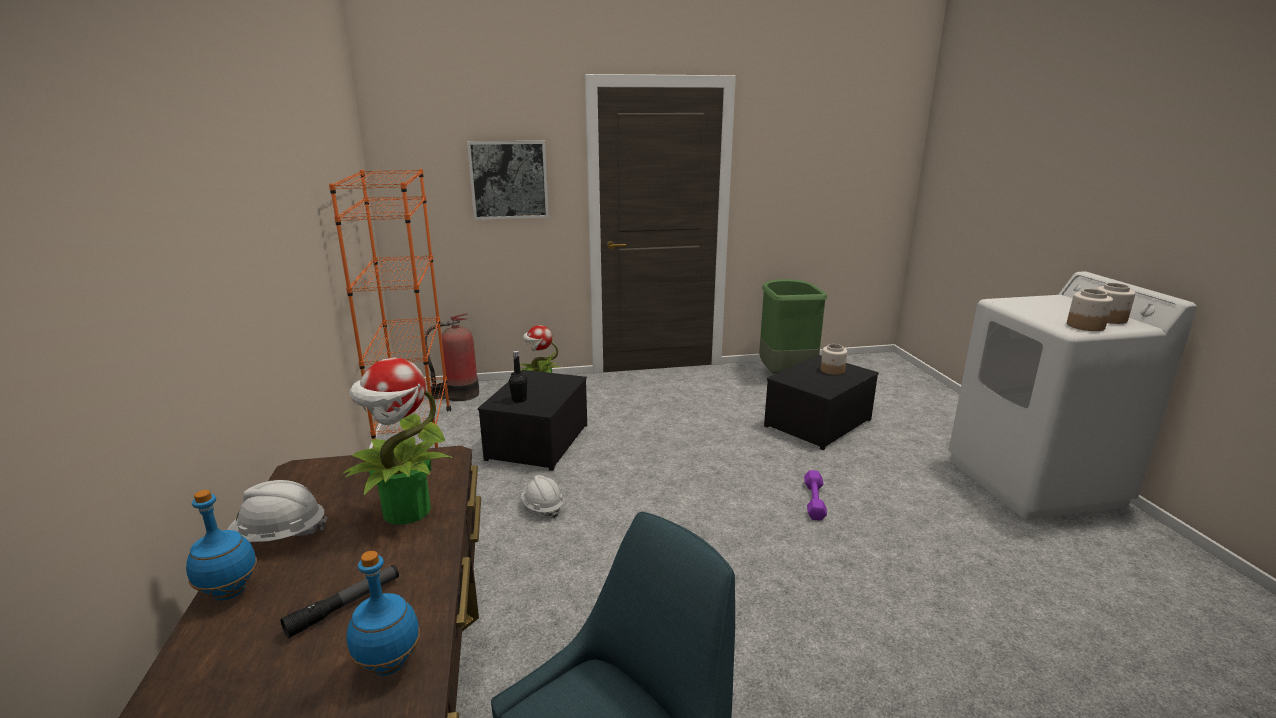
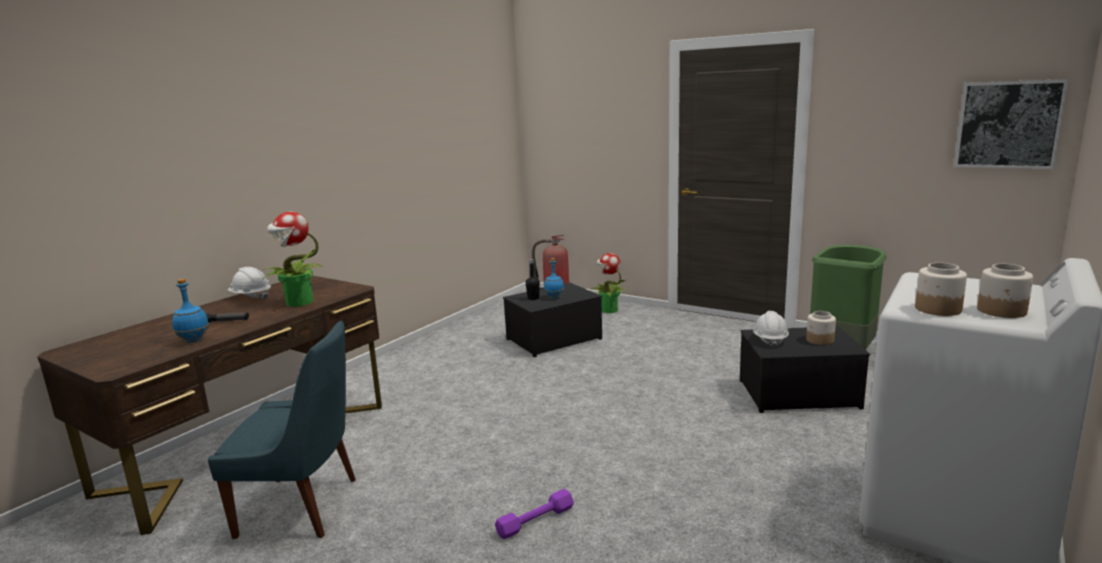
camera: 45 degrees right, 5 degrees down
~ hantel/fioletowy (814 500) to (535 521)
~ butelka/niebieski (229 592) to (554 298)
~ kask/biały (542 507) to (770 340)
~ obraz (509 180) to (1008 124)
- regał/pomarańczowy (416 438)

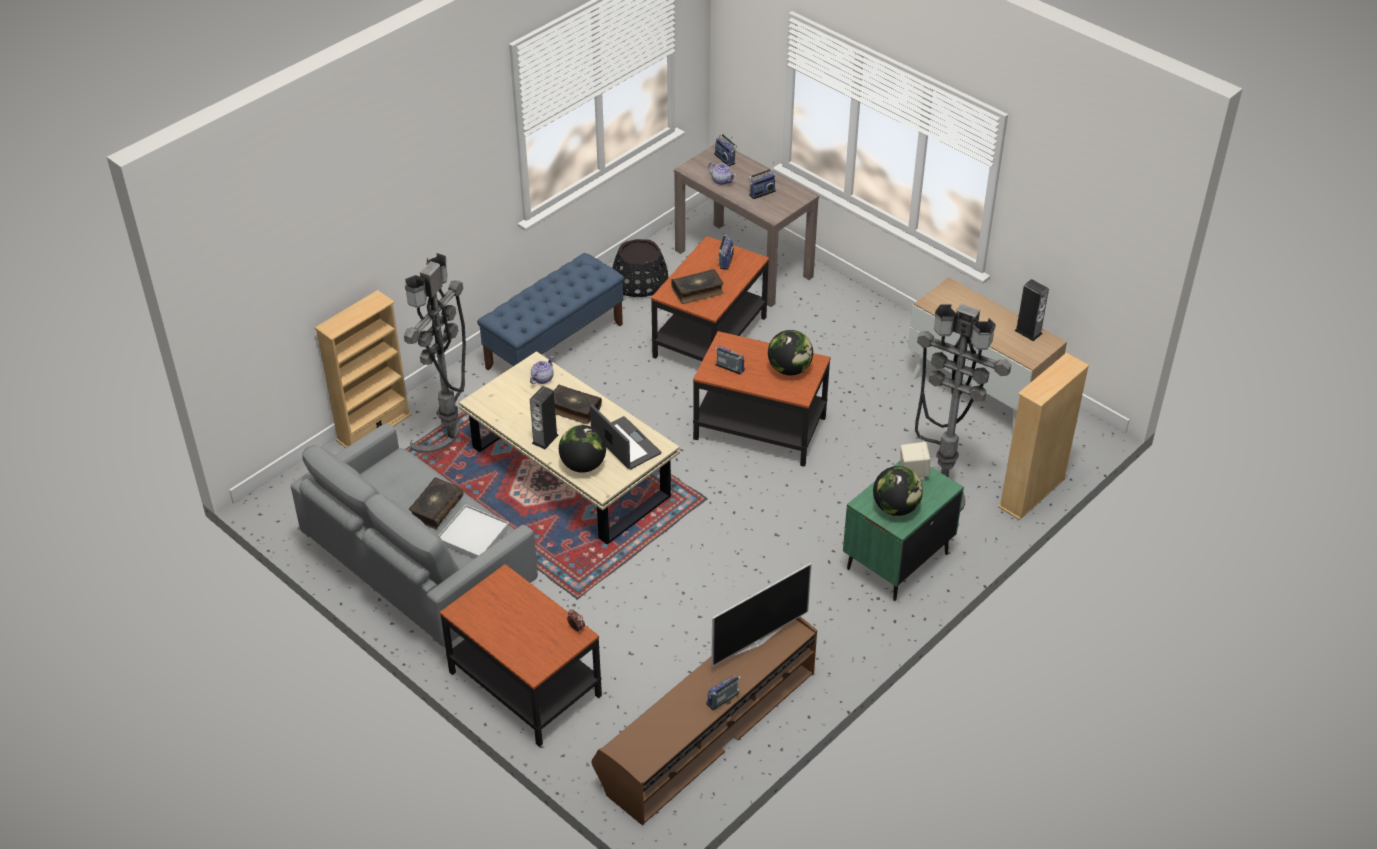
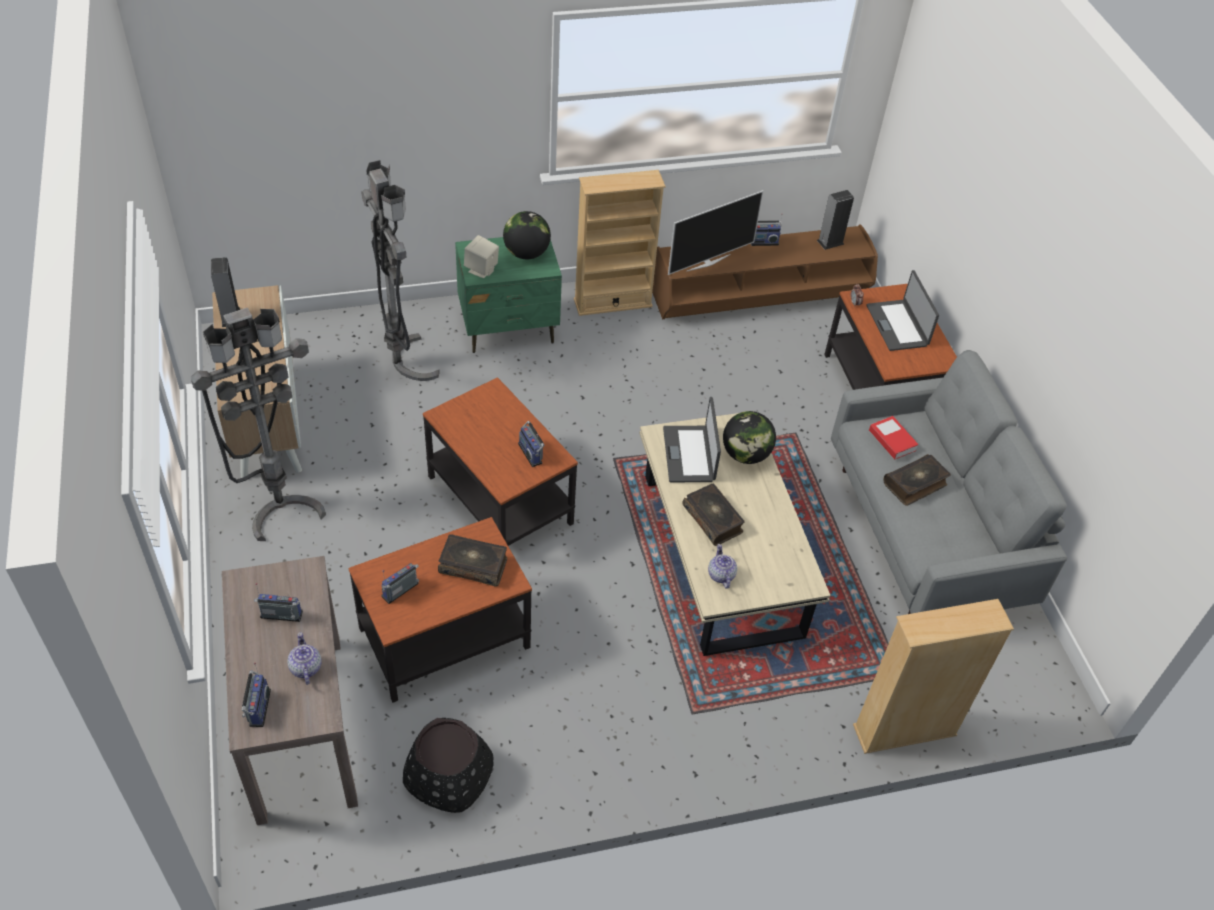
camera: 150 degrees left, 5 degrees up
~ lampa stojąca/szary (447 438) to (281 507)
~ regał/beżowy (1032 493) to (612 303)
~ telewizor (756 641) = (707 262) 150 degrees clockwise
~ imbryk (542 378) = (720 575) 105 degrees clockwise
~ głośnik (545 439) to (830 242)
+ laptop (898 325)
~ taca/biały (473 535) to książka (892 440)
- ławka/niebieski (555 346)
- globus (789 369)

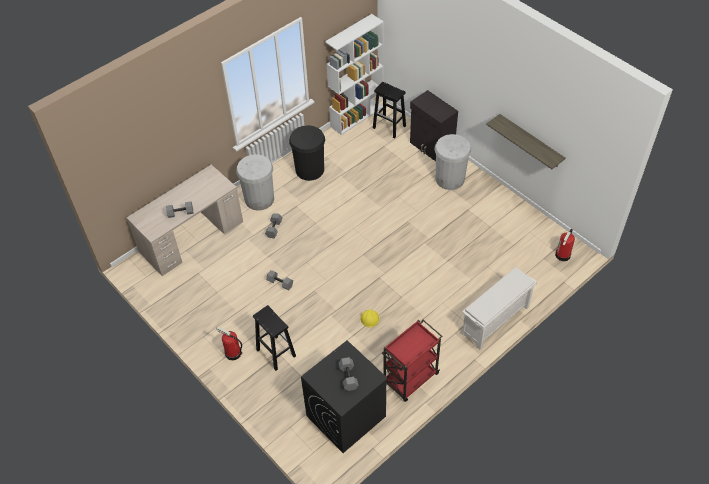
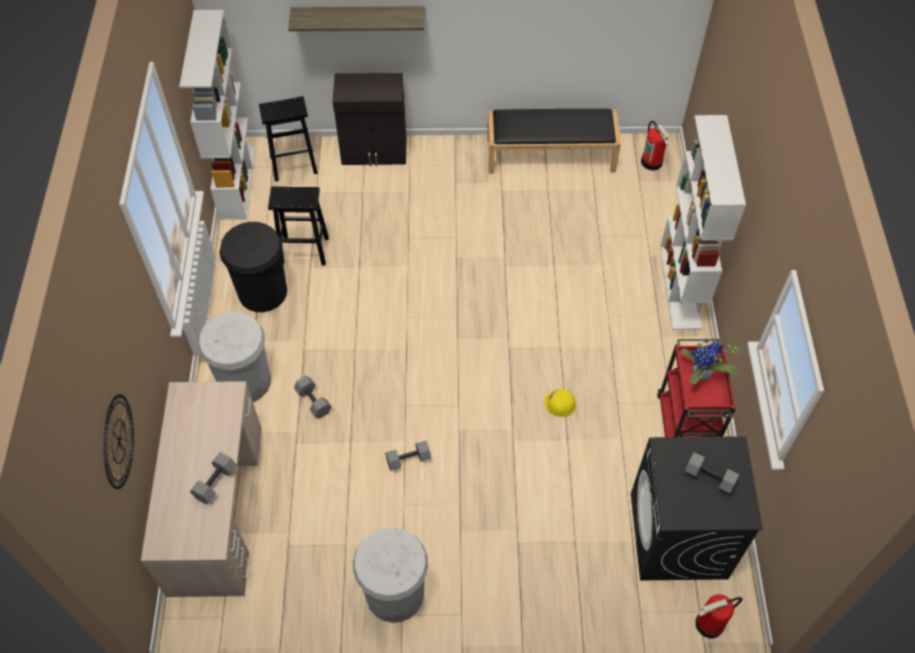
camera: 50 degrees left, 5 degrees up
+ zegar ścienny (118 441)
~ stołek/czarny (275 352) to (303 251)
~ półka (530 141) to (358 17)
~ kosz na śmieci/biały (450 179) to (395 594)
+ ławka/czarny (551 154)
~ regał na buty/biały (495 321) to regał/biały (680 287)
+ roślina doniczkowa (701 376)
~ gaśnica (233 353) to (709 624)

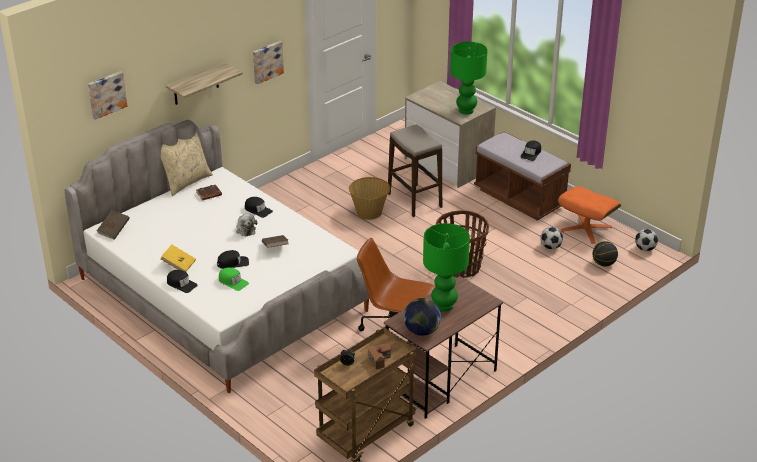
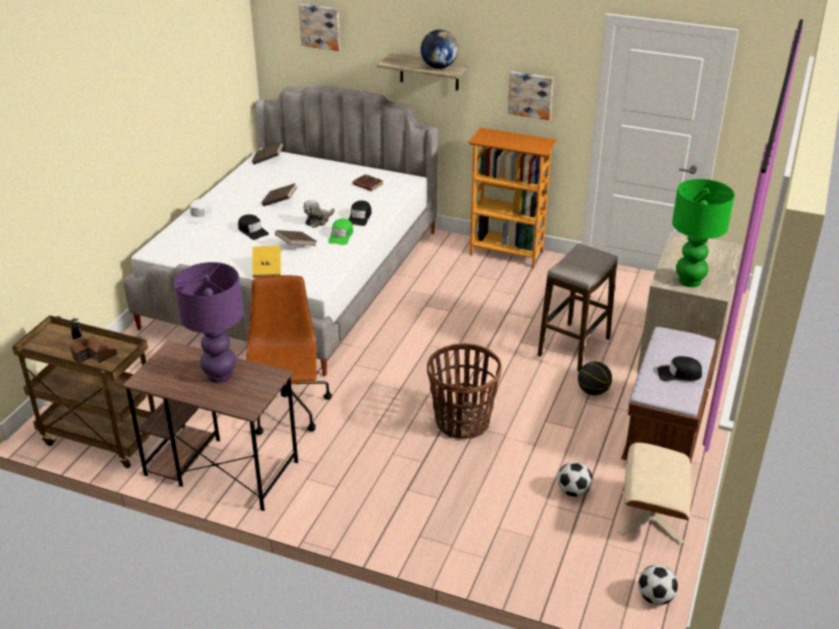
camera: 65 degrees right, 0 degrees up
~ lampa stołowa/zielony (444 306) to lampa stołowa/fioletowy (219 375)
~ czapka z daszkiem/czarny (181 284) to czapka z daszkiem/biały (199 215)
~ książka/żółty (179 265) to (267 269)
+ książka/brązowy (280 202)
~ czapka z daszkiem/zielony (233 282) to (341 236)
~ globus (422 331) to (439 67)
+ regał (507 253)
~ piłka do koszykówki (604 264) to (593 391)
~ pufa/pomarańczowy (586 229) to pufa/beżowy (651 517)
- poduszka/beżowy (186 182)
- koszyk (369 212)

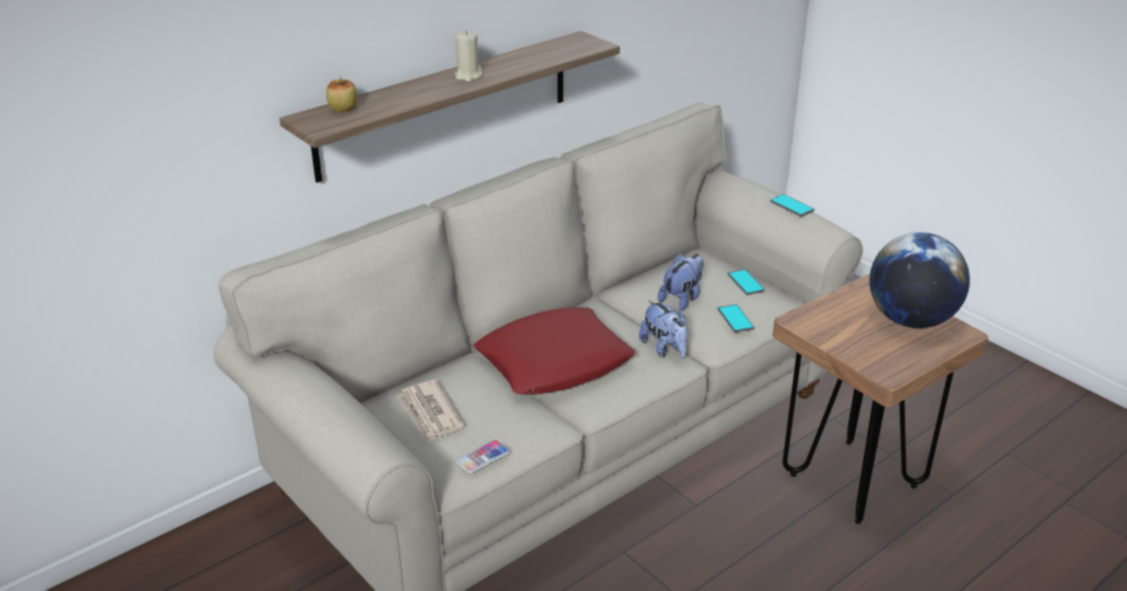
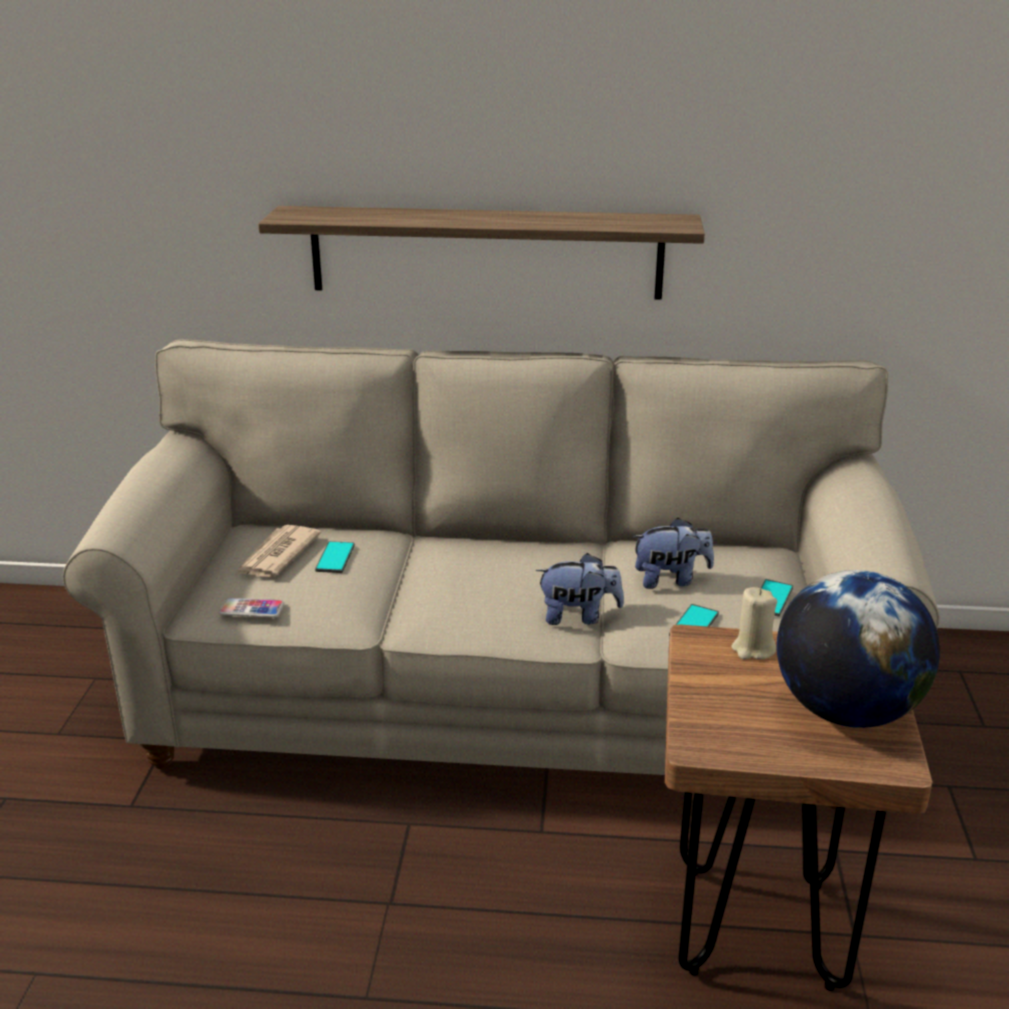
camera: 45 degrees right, 5 degrees down
~ telefon (792 206) to (335 558)
~ pluszak (664 349) = (579 616) 105 degrees counterclockwise
~ świeca/beżowy (468 76) to (753 649)
- jabłko (343 108)
- poduszka/czerwony (554 362)

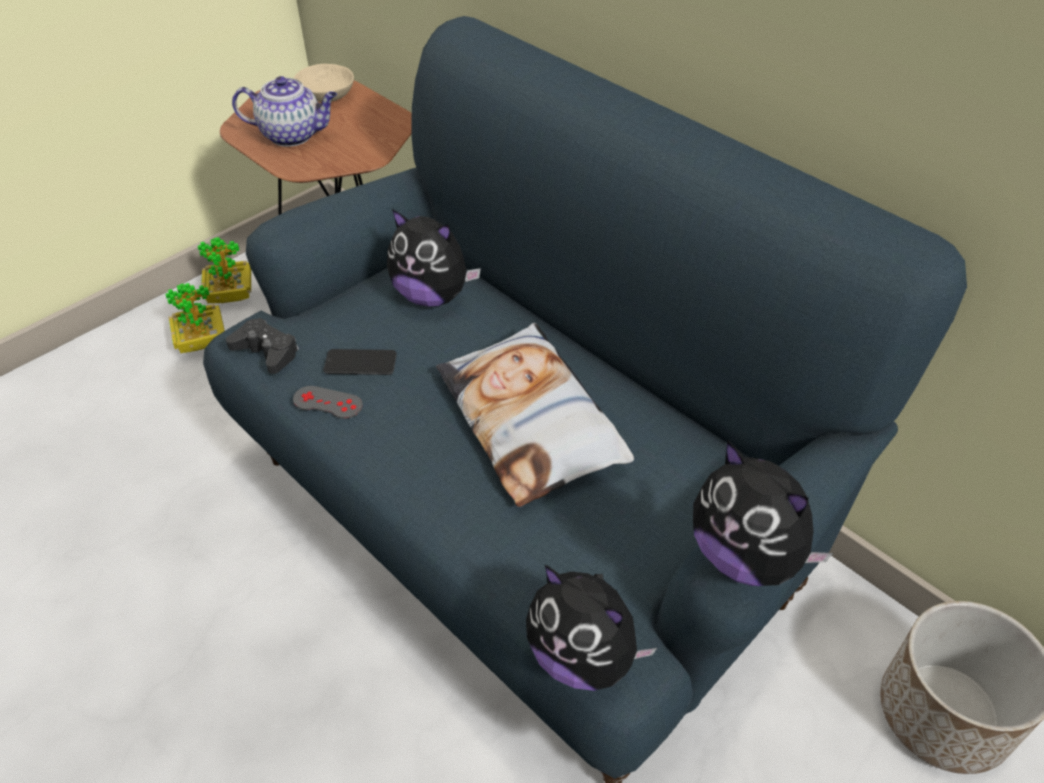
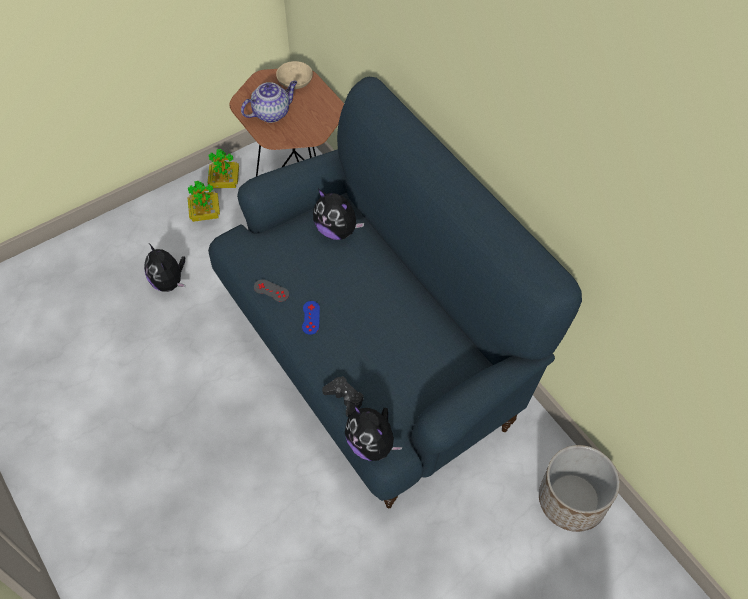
camera: 10 degrees right, 10 degrees up
~ pluszak (746 557) to (169 282)
~ imbryk (293 135) = (272 113) 45 degrees counterclockwise
+ pad do gier/niebieski (311 317)
~ pad do gier/czarny (266 352) to (344 398)
- telefon (360 363)
- poduszka (531 421)

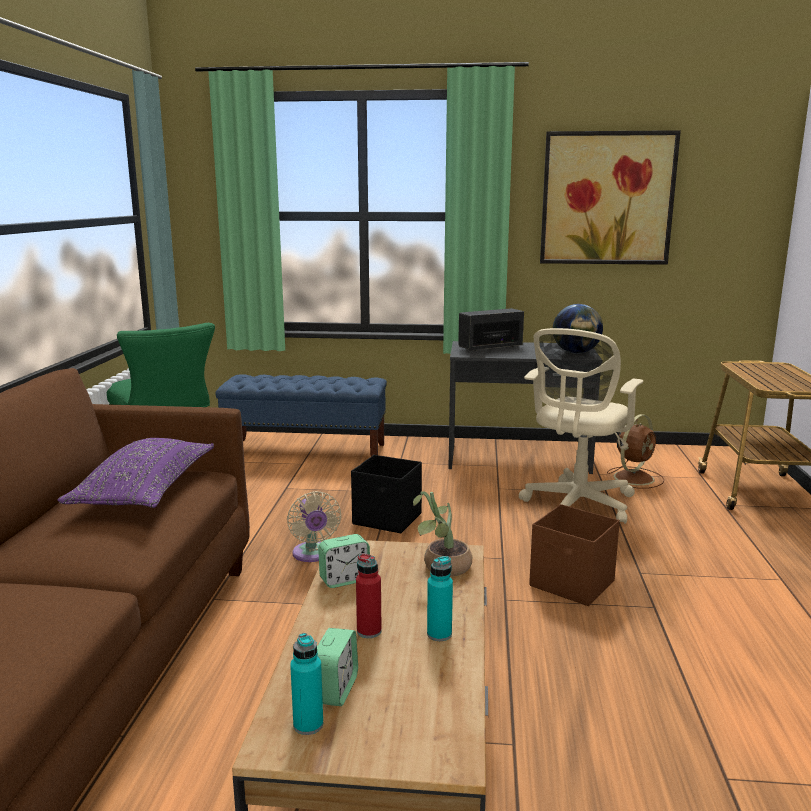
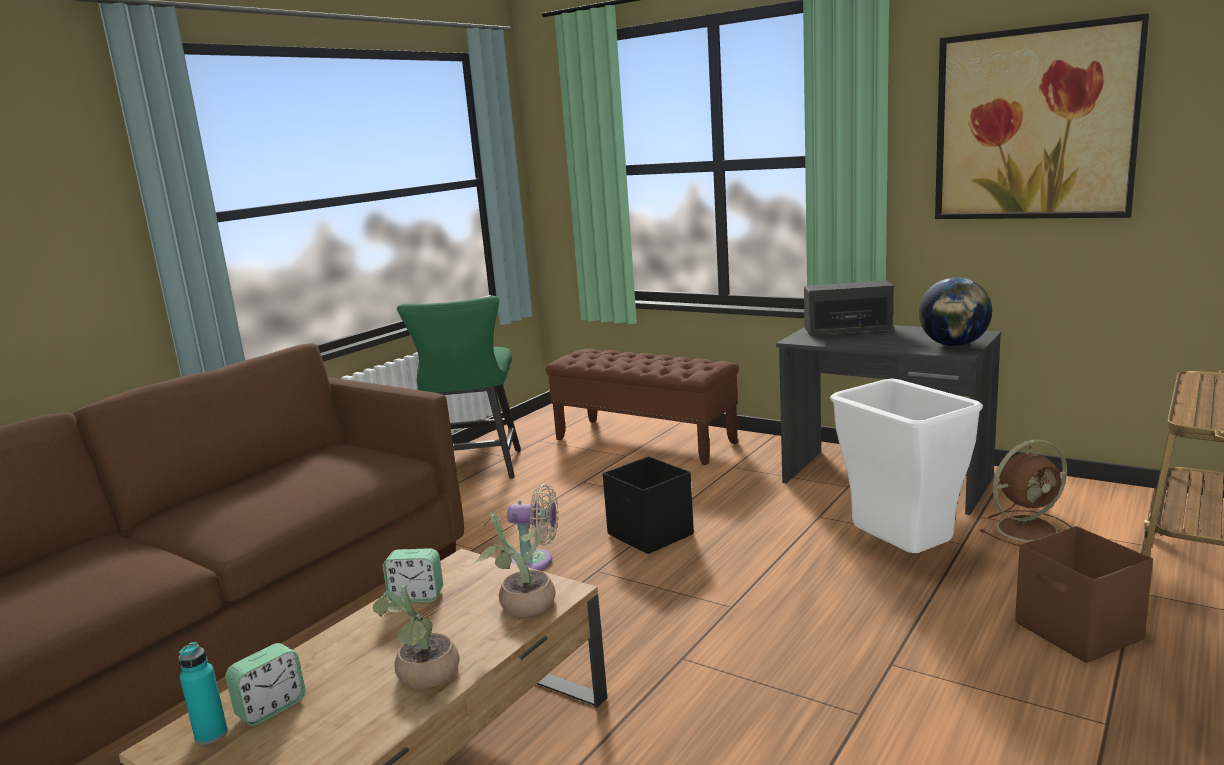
camera: 30 degrees right, 0 degrees up
~ butelka/turkusowy (439 634) to roślina doniczkowa (424 677)
~ wentylator/beżowy (313 555) = (536 562) 90 degrees counterclockwise
~ ławka/niebieski (306 451) to ławka/brązowy (645 441)
~ krzesło biurowe/beżowy (576 506) to kosz na śmieci/biały (899 556)
~ pojemnik do przechowywania/brązowy (572 584) to (1078 632)
- poduszka/fioletowy (146 491)
- butelka/czerwony (369 631)

